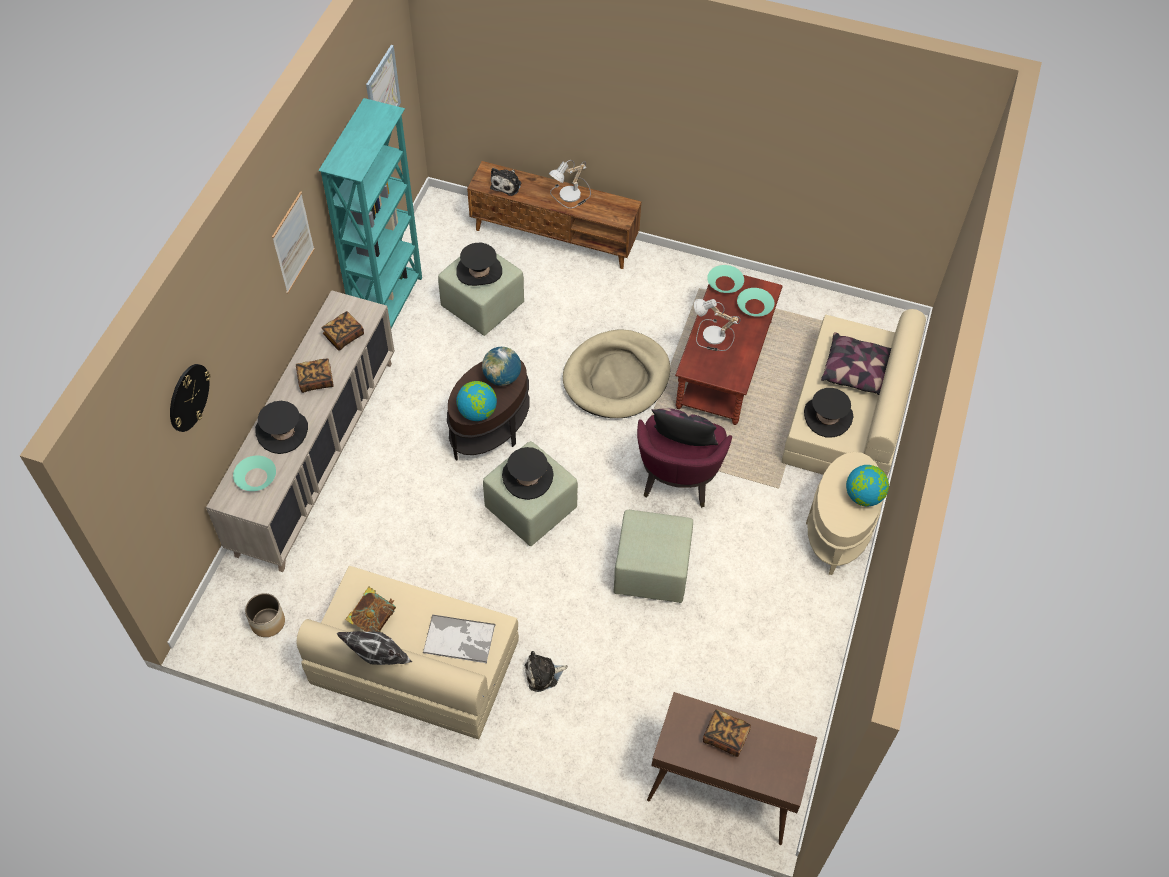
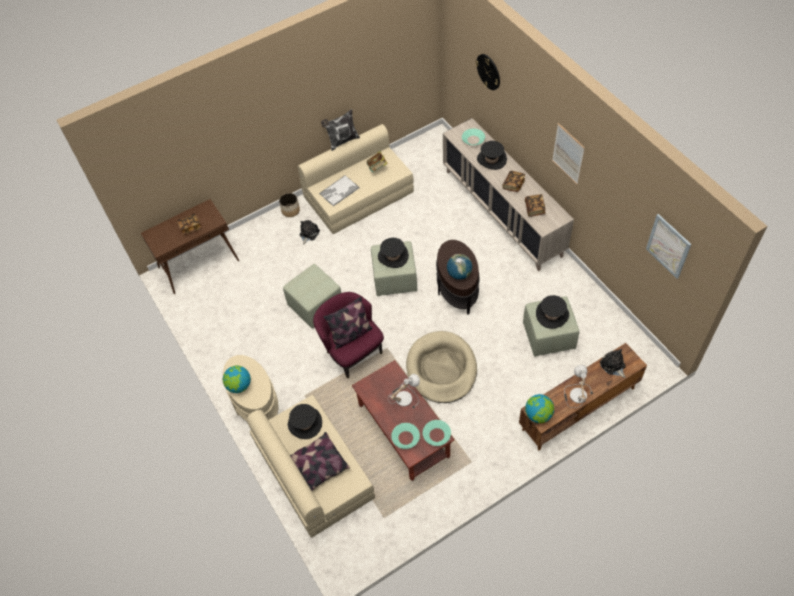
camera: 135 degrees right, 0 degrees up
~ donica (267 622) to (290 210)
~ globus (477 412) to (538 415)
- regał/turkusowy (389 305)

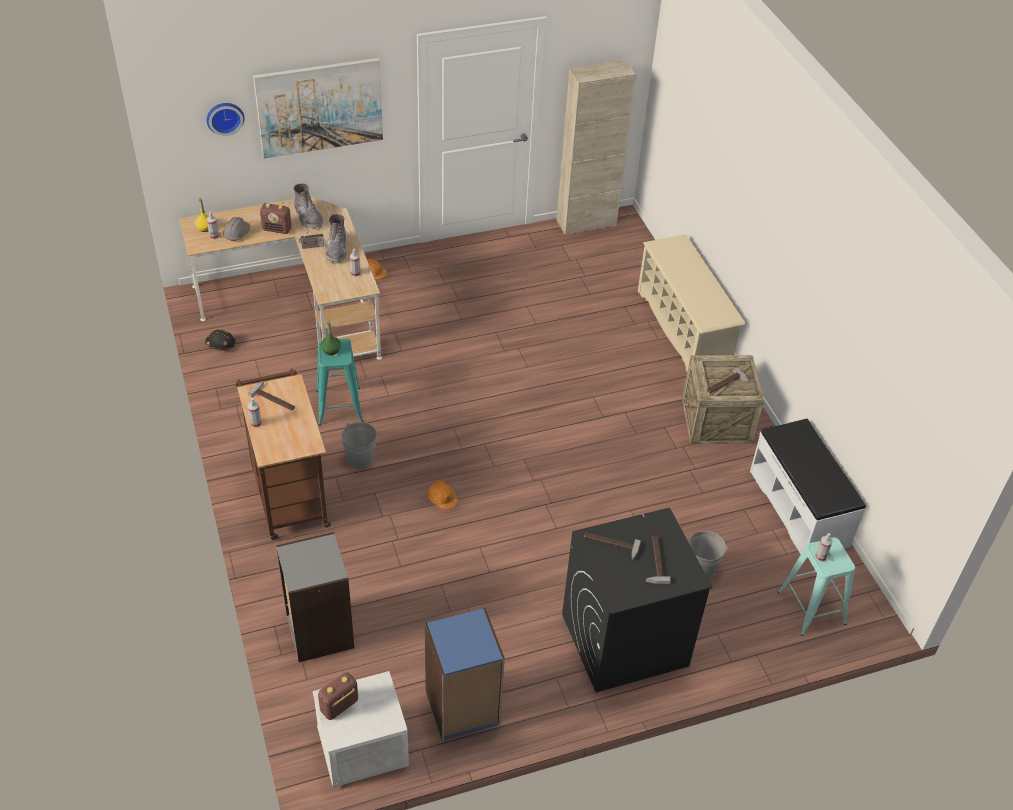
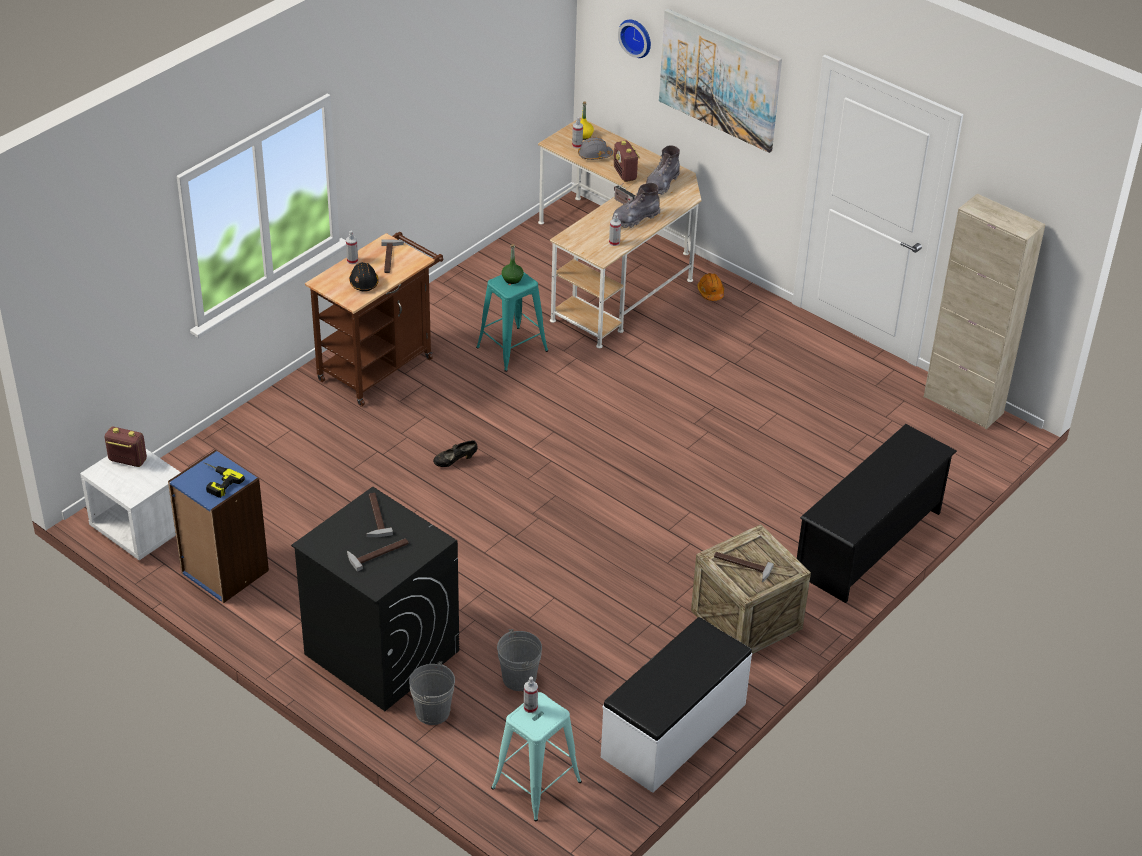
camera: 60 degrees right, 5 degrees down
+ wiertarka (216 481)
~ kask/czarny (221 344) to (363 282)
~ wiadro/szary (360 459) to (432 712)
~ kask/pomarańczowy (442 498) to but/czarny (455 461)
~ regał na buty/beżowy (683 328) to regał na buty/czarny (869 543)
- regał/szary (319 631)

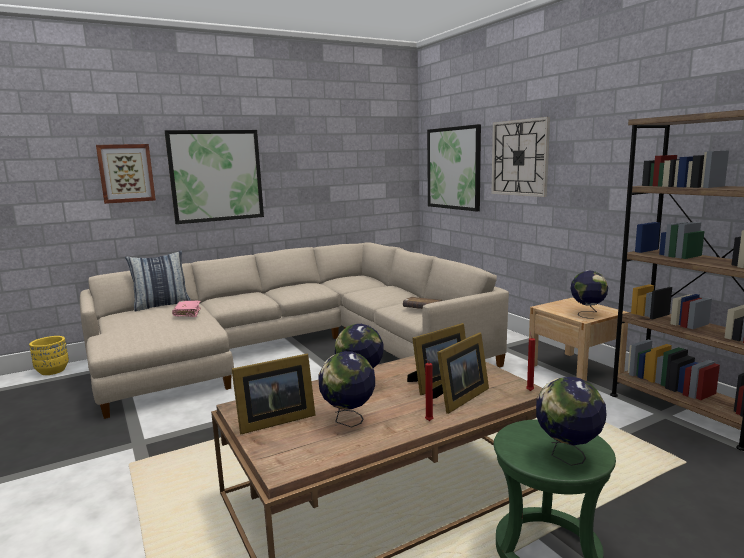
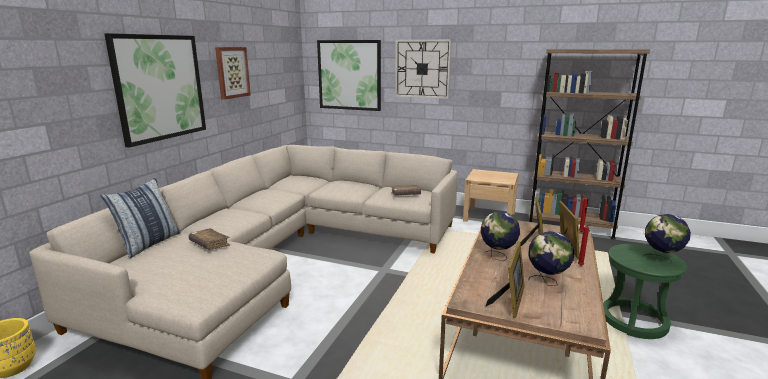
camera: 40 degrees left, 5 degrees up
~ książka/różowy (187 313) to książka/brązowy (209 244)
~ obraz (126 173) to (232 72)
- globus (587 314)

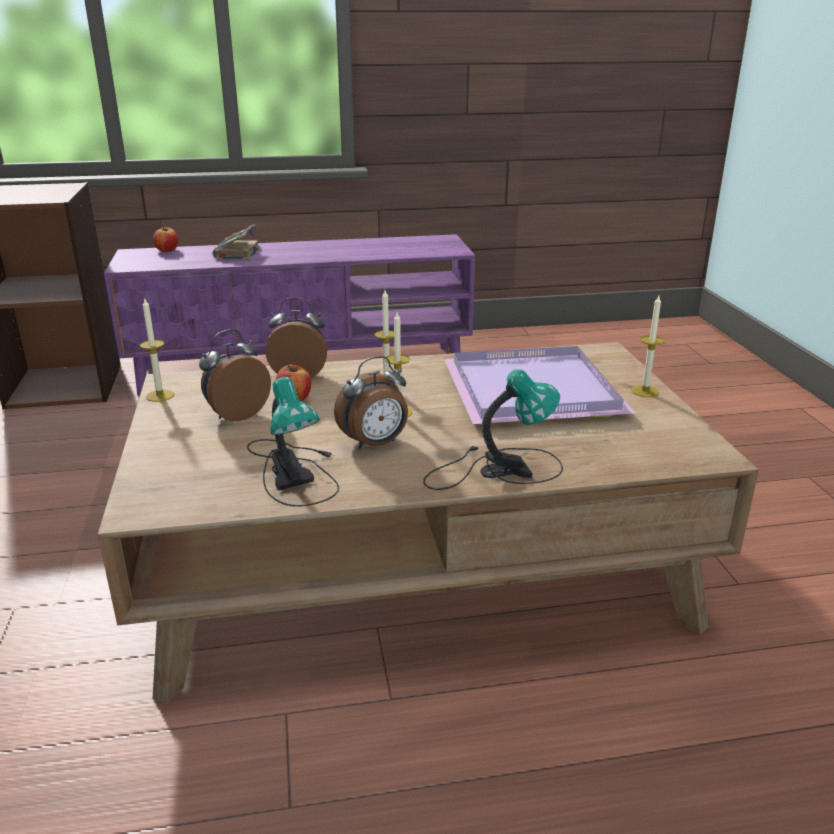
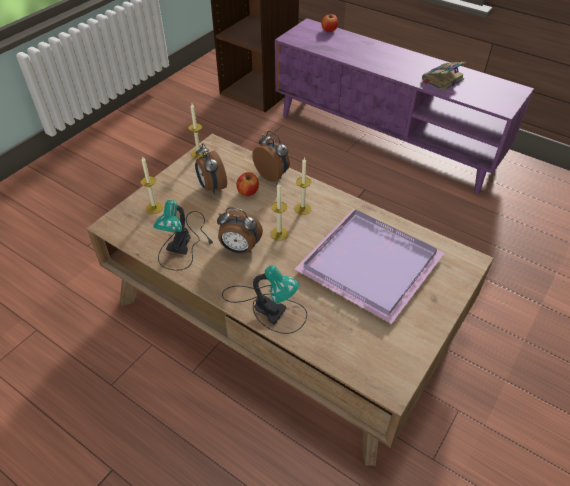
camera: 45 degrees right, 20 degrees up
~ świeca (645 391) to (154 208)
~ budzik (236 414) = (211 187) 120 degrees counterclockwise
~ książka (237 253) to (442 80)

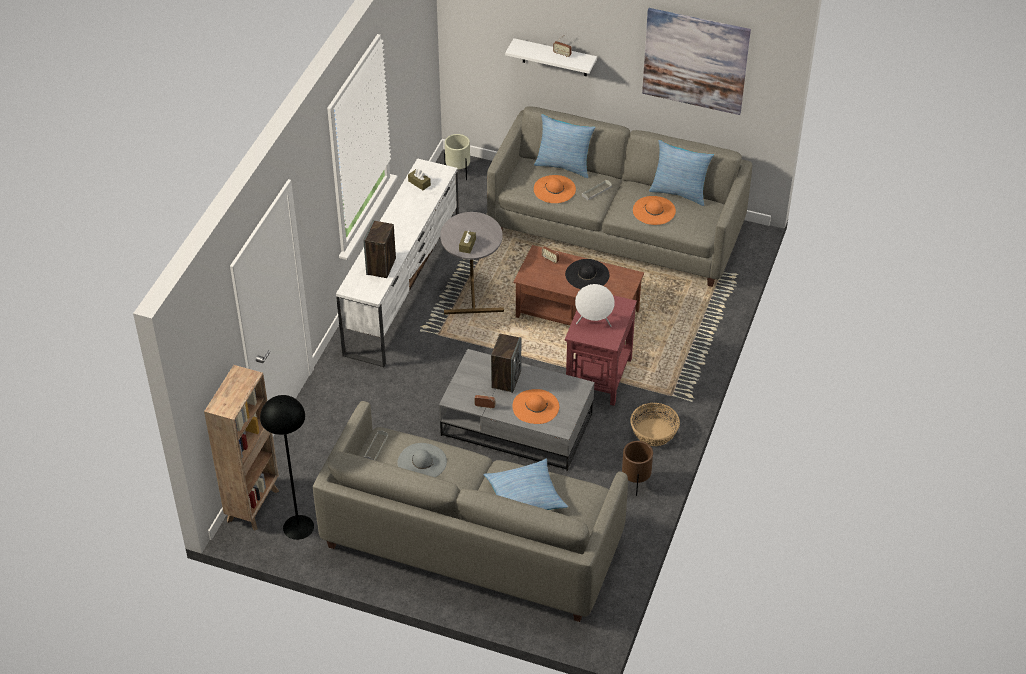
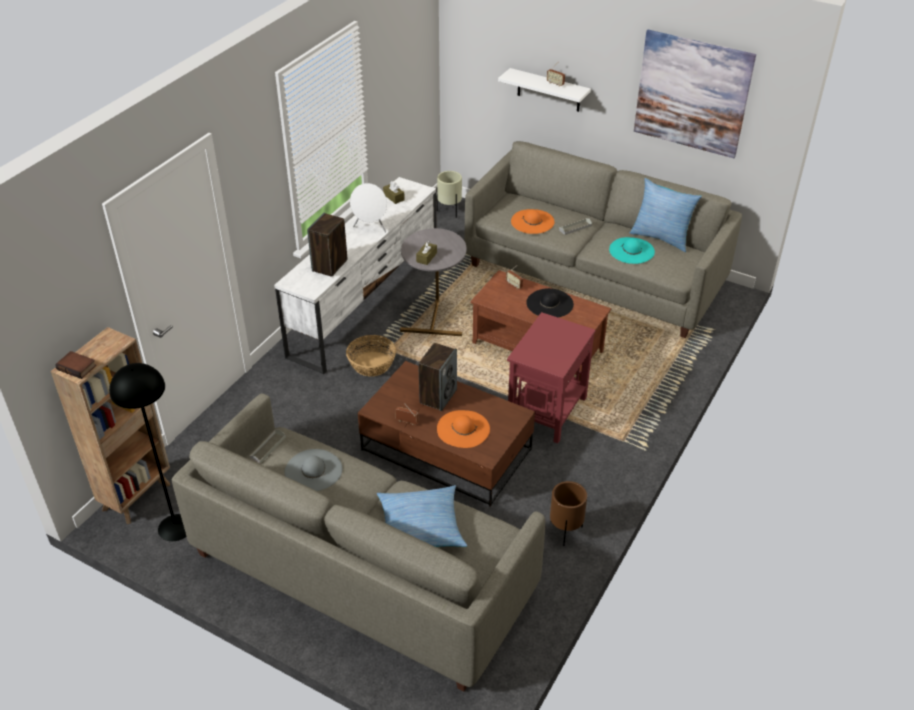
camera: 10 degrees right, 5 degrees down
+ książka (78 367)
~ koszyk (654 432) to (372 364)
~ głośnik/biały (594 322) to (370 227)
~ ława/szary (515 425) to ława/brązowy (445 449)
~ kapelusz/pomarańczowy (654 210) to kapelusz/turkusowy (631 250)
- poduszka (564 165)

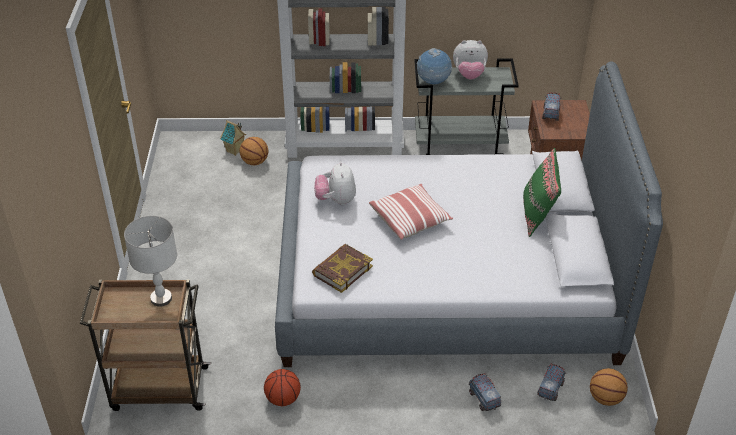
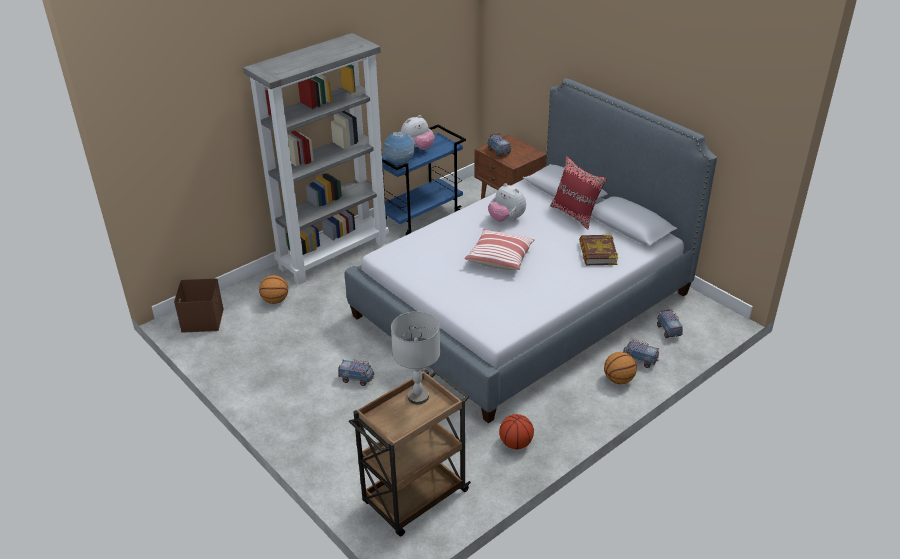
camera: 40 degrees left, 5 degrees down
+ pojemnik do przechowywania/brązowy (202 319)
+ ciężarówka zabawkowa (357 379)
~ wózek/szary (460 146) to wózek/niebieski (421 216)
~ pluszak (336 200) to (506 219)
~ poduszka/zielony (538 215) to poduszka/czerwony (575 214)
~ książka (342 270) to (597 253)
~ piłka do koszykówki (605 398) to (618 380)
- domek (235 151)

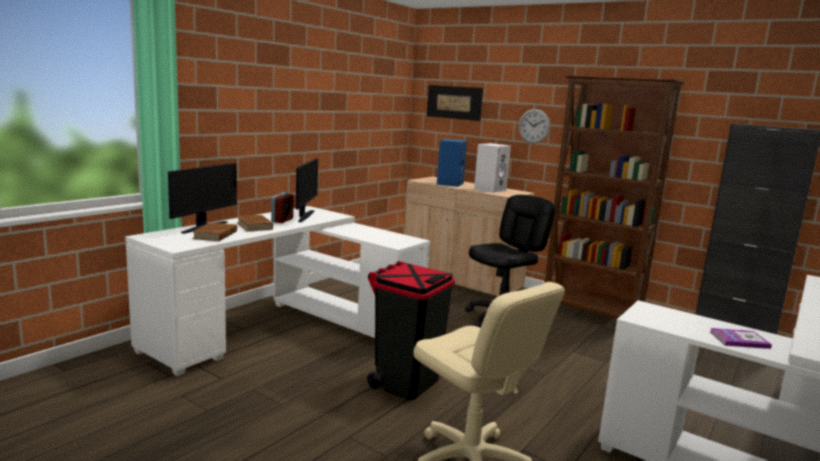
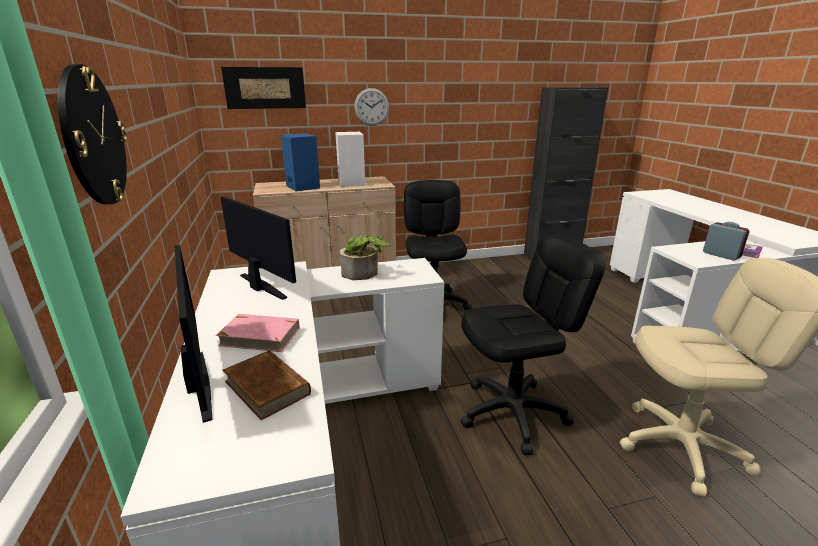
camera: 50 degrees left, 10 degrees up
+ zegar ścienny (93 137)
~ książka/brązowy (255 226) to książka/różowy (260 336)
+ roślina doniczkowa (364 274)
~ kosz na śmieci/czarny (406 382) to krzesło biurowe/czarny (513 413)
~ budzik (282 220) to (721 255)
- regał/brązowy (591 313)

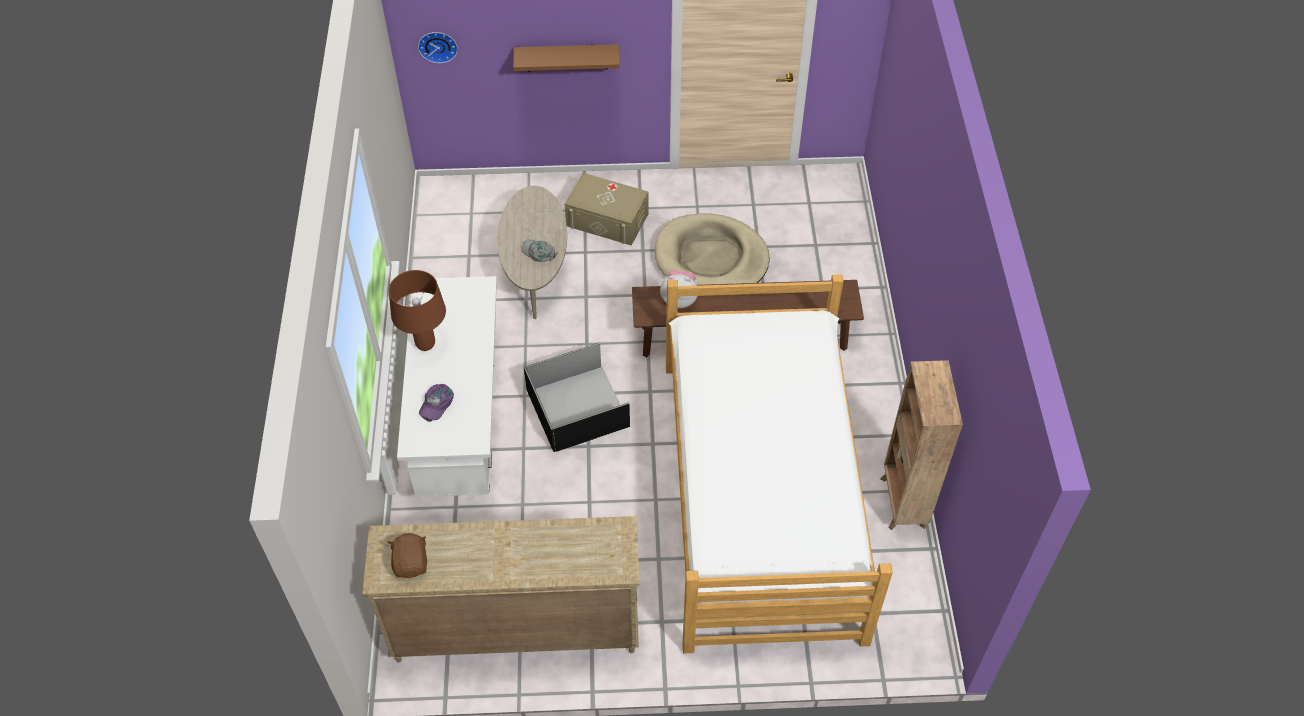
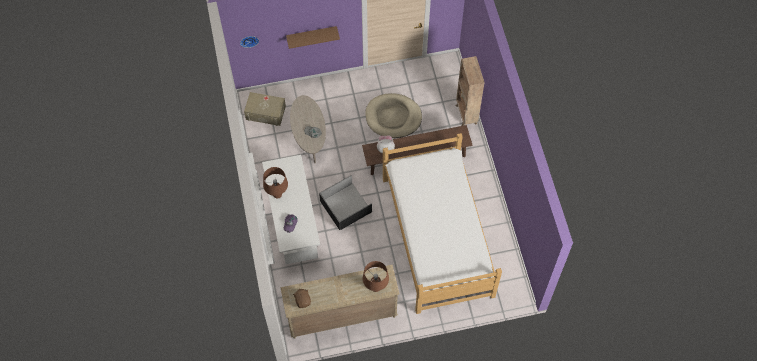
camera: 10 degrees left, 10 degrees up
~ pojemnik do przechowywania/beżowy (607 220) to (265 113)
+ lampa stołowa/brązowy (376 288)
~ regał/brązowy (903 503) to (466 115)

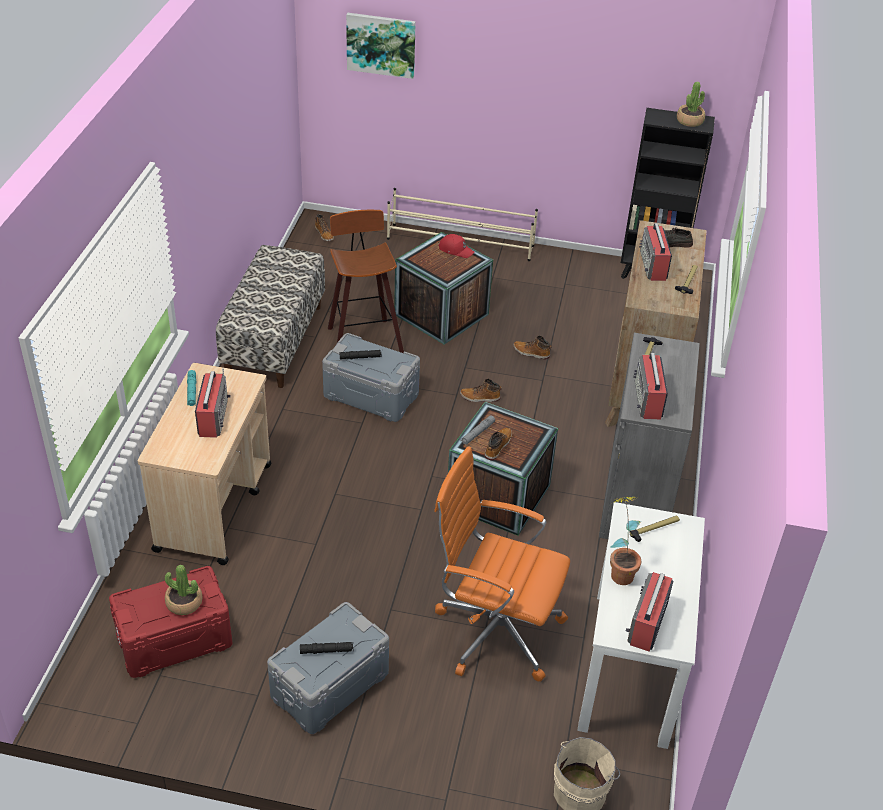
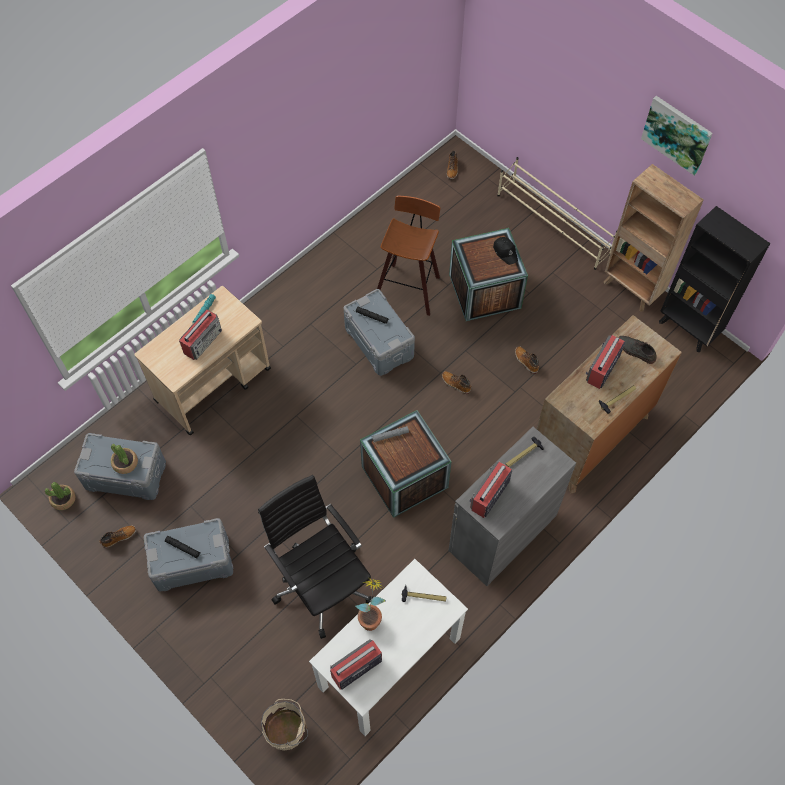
camera: 35 degrees right, 20 degrees up
~ roślina doniczkowa (689 121) to (63 499)
~ pojemnik do przechowywania/czerwony (174 639) to pojemnik do przechowywania/szary (126 474)
~ but z cholewką (497 446) to (119 537)
~ krzesło biurowe/pomarańczowy (495 630) to krzesło biurowe/czarny (322 582)
~ czapka z daszkiem/czerwony (456 250) to czapka z daszkiem/czarny (505 252)
+ regał/brązowy (632 289)
~ obraz (381 44) to (677 134)
- ławka (274 341)

